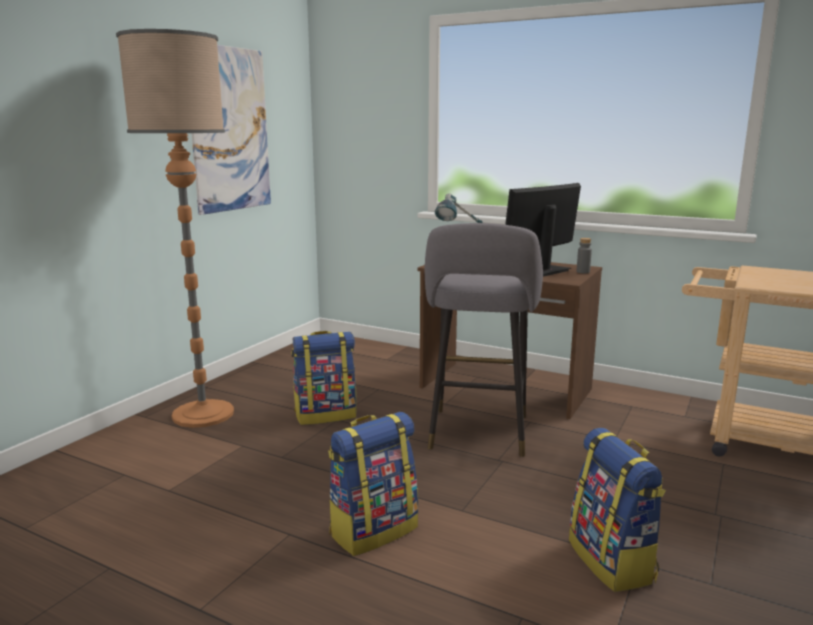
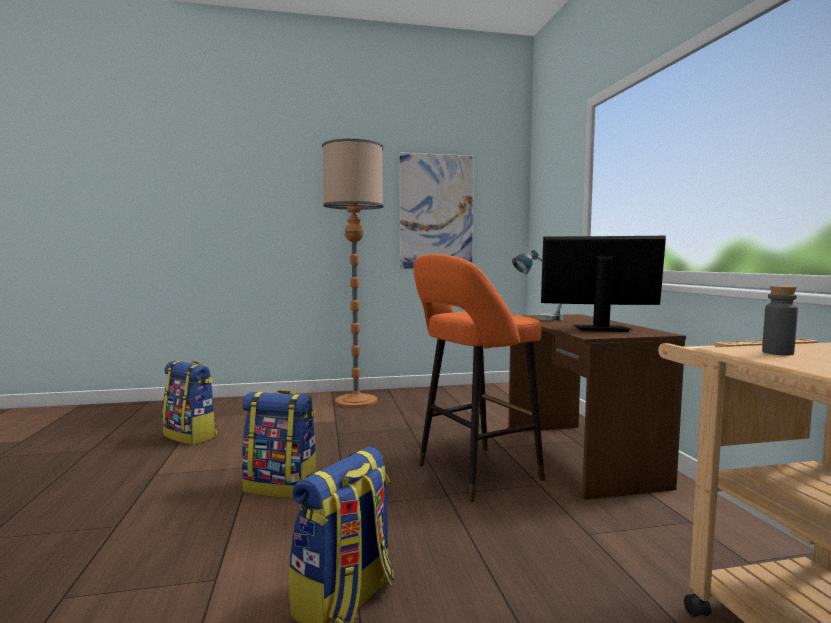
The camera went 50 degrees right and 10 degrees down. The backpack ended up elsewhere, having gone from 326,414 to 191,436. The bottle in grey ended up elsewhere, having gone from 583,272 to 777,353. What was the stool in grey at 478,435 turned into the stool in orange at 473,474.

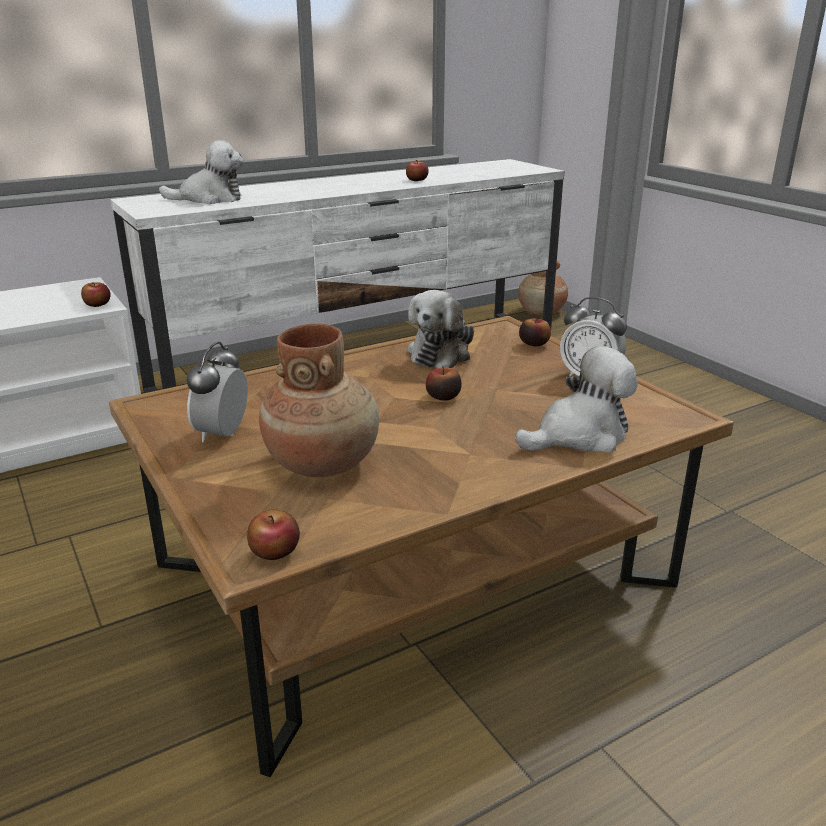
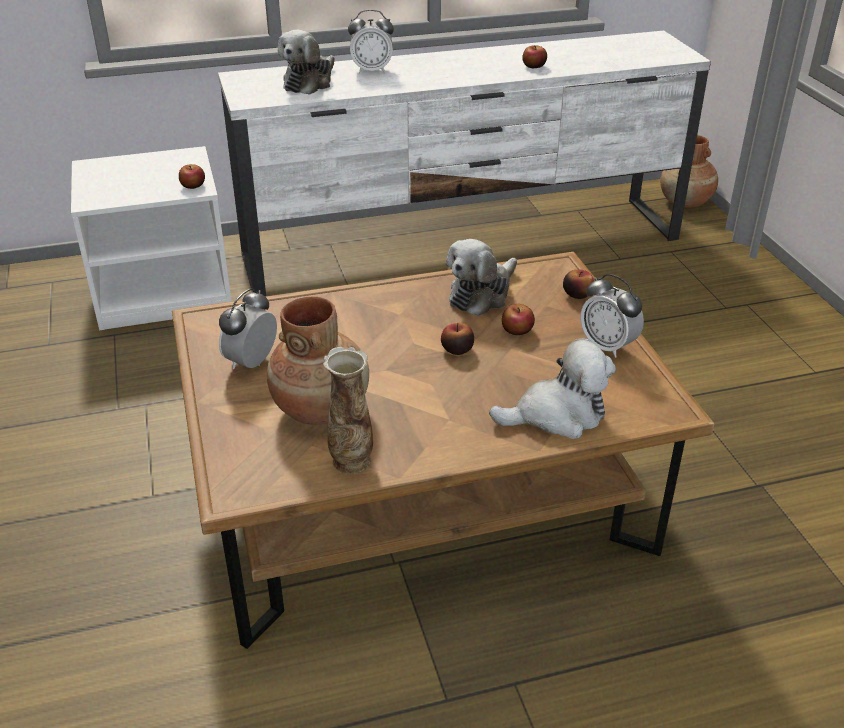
The camera went 15 degrees right and 10 degrees up. The second view gained the vase at 351,462. The second view gained the alarm clock at 372,70. The apple ended up elsewhere, having gone from 275,551 to 517,330. The plush toy at 209,199 ended up facing another way, 105 degrees clockwise from before.

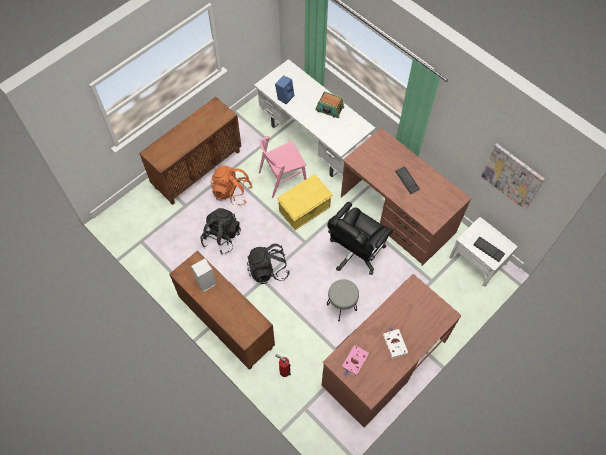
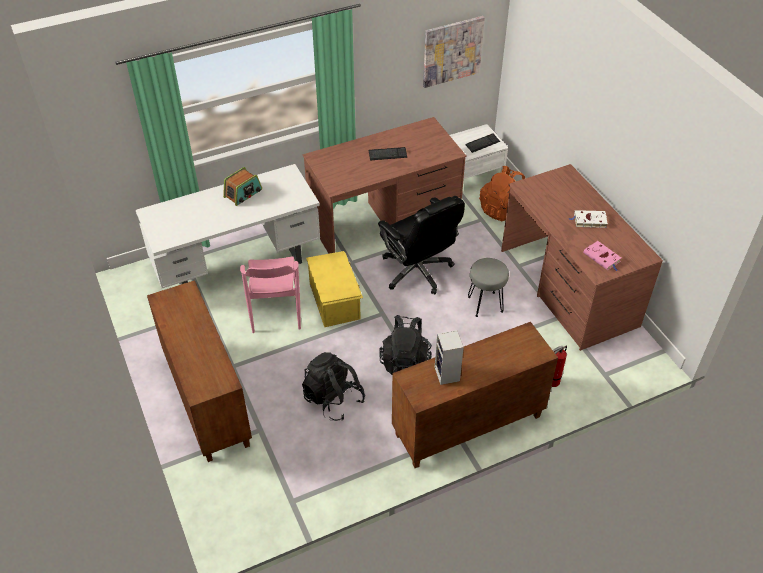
The camera went 70 degrees left and 15 degrees down. The second view lost the speaker in blue at 285,96. The backpack in orange ended up elsewhere, having gone from 232,192 to 502,209.

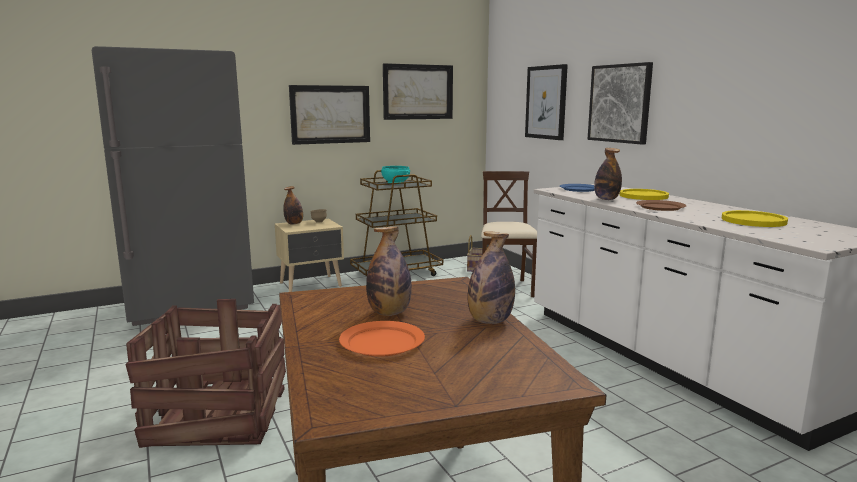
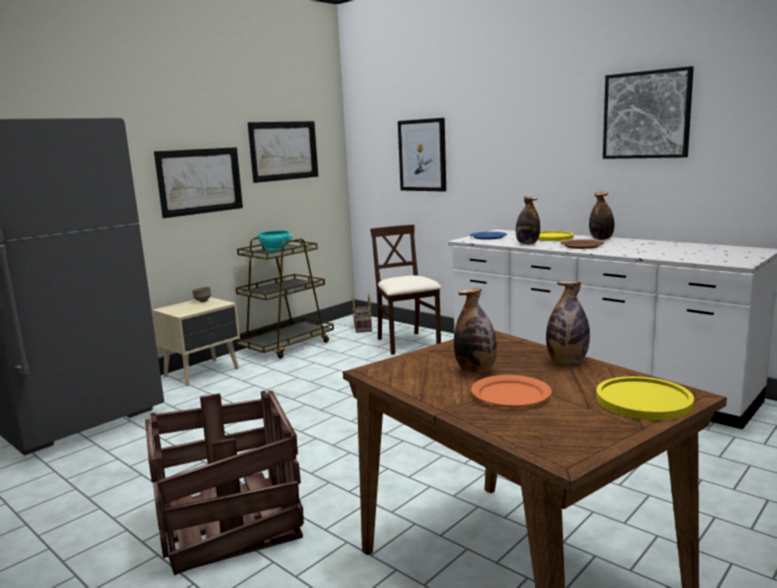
The camera went 20 degrees left and 0 degrees up. The bottle ended up elsewhere, having gone from 294,223 to 601,239. The picture ended up elsewhere, having gone from 620,103 to 646,115. The plate in yellow ended up elsewhere, having gone from 753,220 to 643,400.

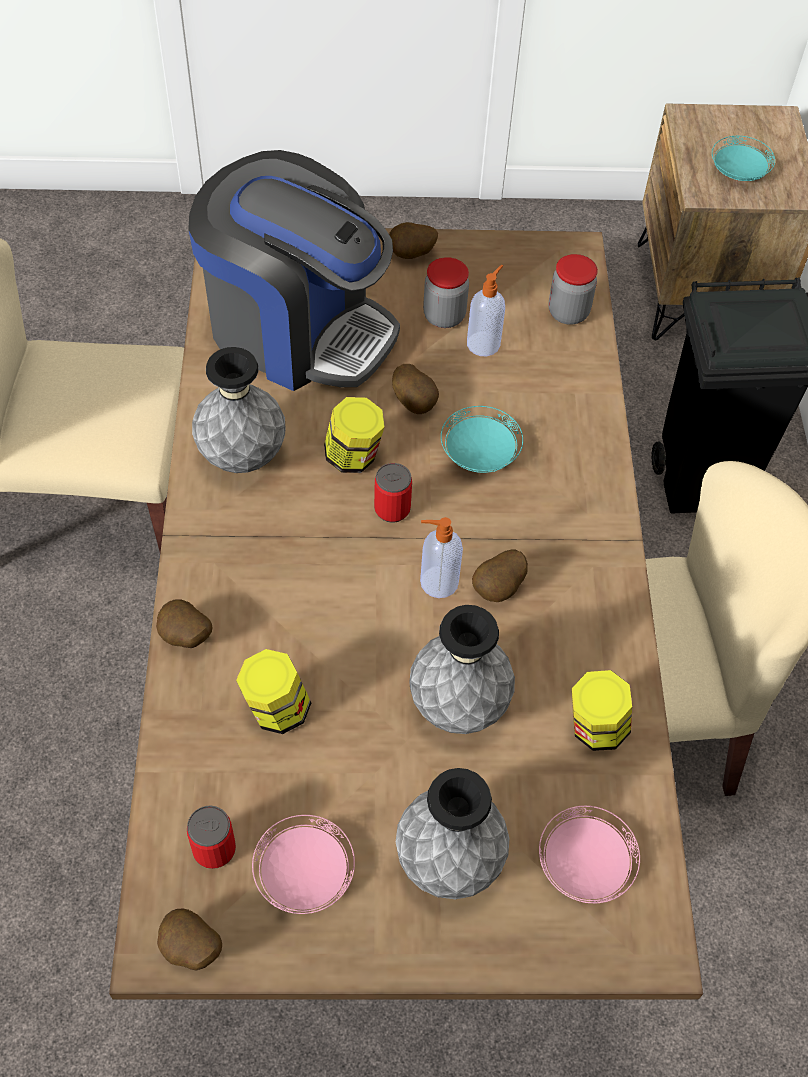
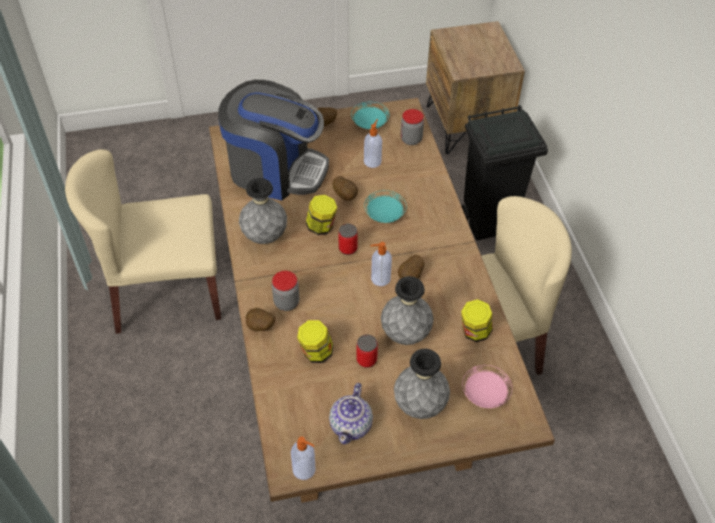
The camera went 10 degrees left and 5 degrees down. The can ended up elsewhere, having gone from 214,849 to 366,360. The jar ended up elsewhere, having gone from 444,316 to 286,302. The plate in turquoise ended up elsewhere, having gone from 737,173 to 369,124. Where the potato stood at 191,950, the soap dispenser came to stand at 305,470. Where the plate in pink stood at 305,875, the teapot came to stand at 351,425.

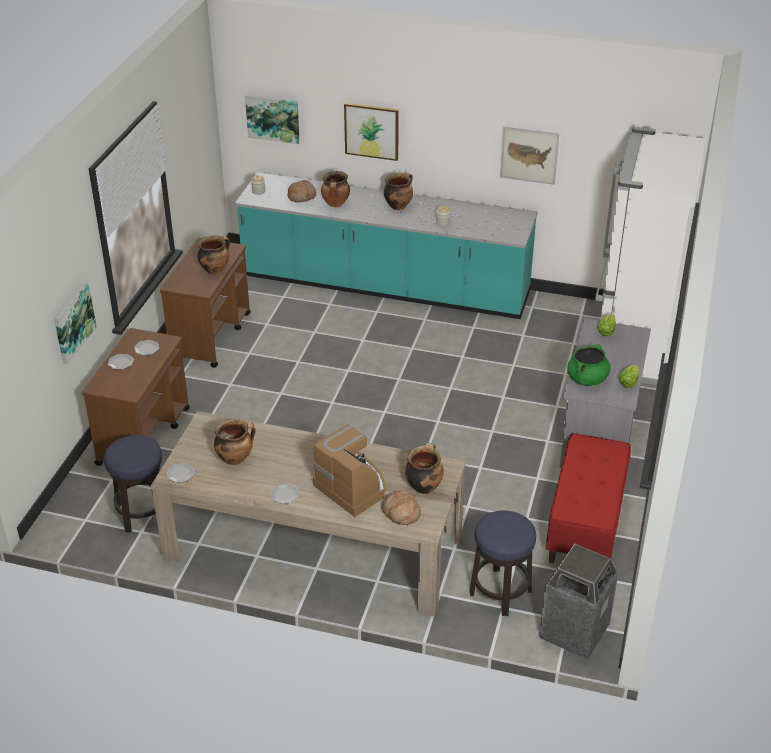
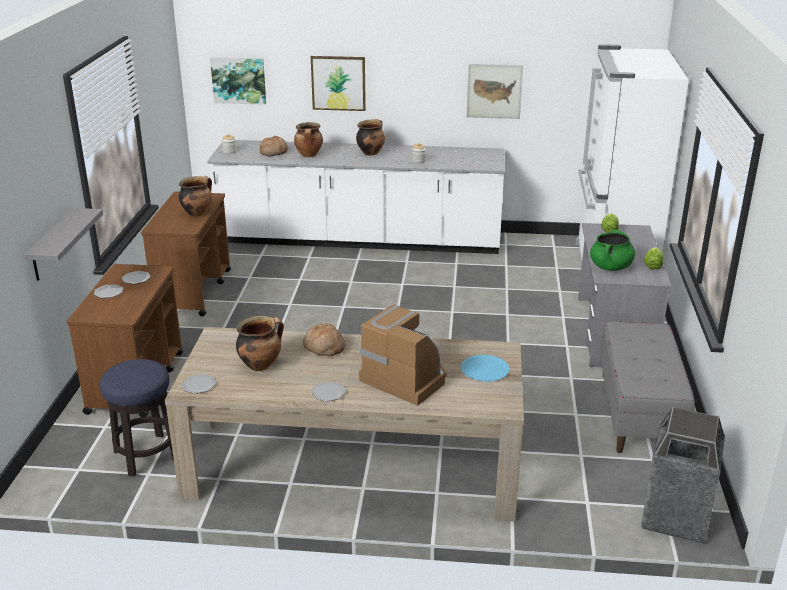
The camera went 10 degrees left and 10 degrees down. The second view lost the stool at 500,592. The bread ended up elsewhere, having gone from 401,513 to 324,347. Where the picture hung at 73,322, the shelf in grey came to hang at 52,245. Where the cooking pot stood at 423,486, the plate in blue came to stand at 484,369. What was the counter in turquoise at 385,287 turned into the counter in white at 359,240. What was the bench in red at 586,524 turned into the bench in grey at 639,413.

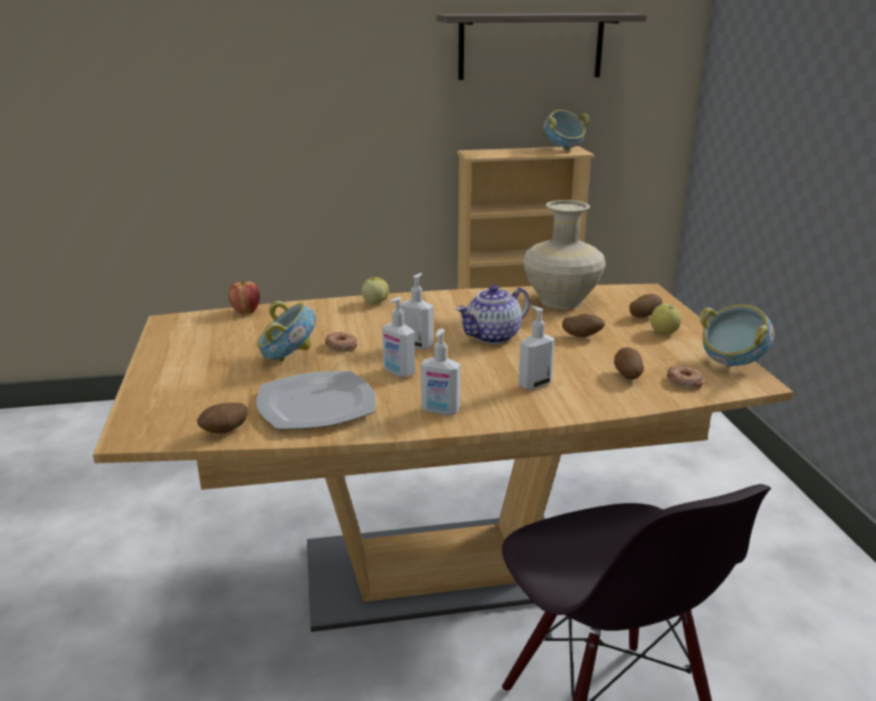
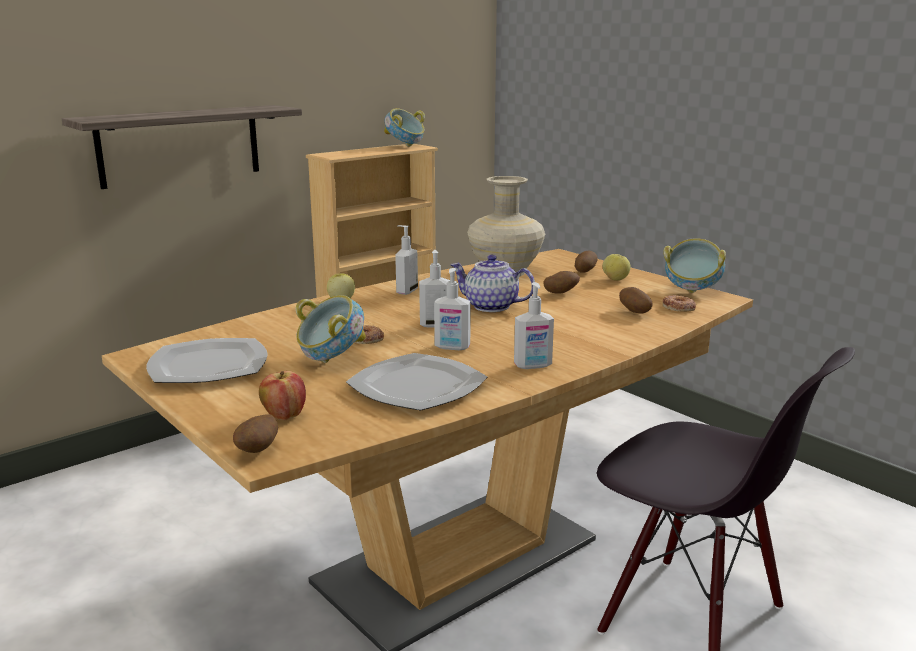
The camera went 30 degrees left and 5 degrees down. The second view gained the plate at 210,366. The potato ended up elsewhere, having gone from 225,432 to 258,451. The apple ended up elsewhere, having gone from 246,312 to 284,416. The shelf ended up elsewhere, having gone from 531,46 to 180,145. The soap dispenser ended up elsewhere, having gone from 534,384 to 406,291. The teapot at 493,337 ended up facing another way, 90 degrees clockwise from before.

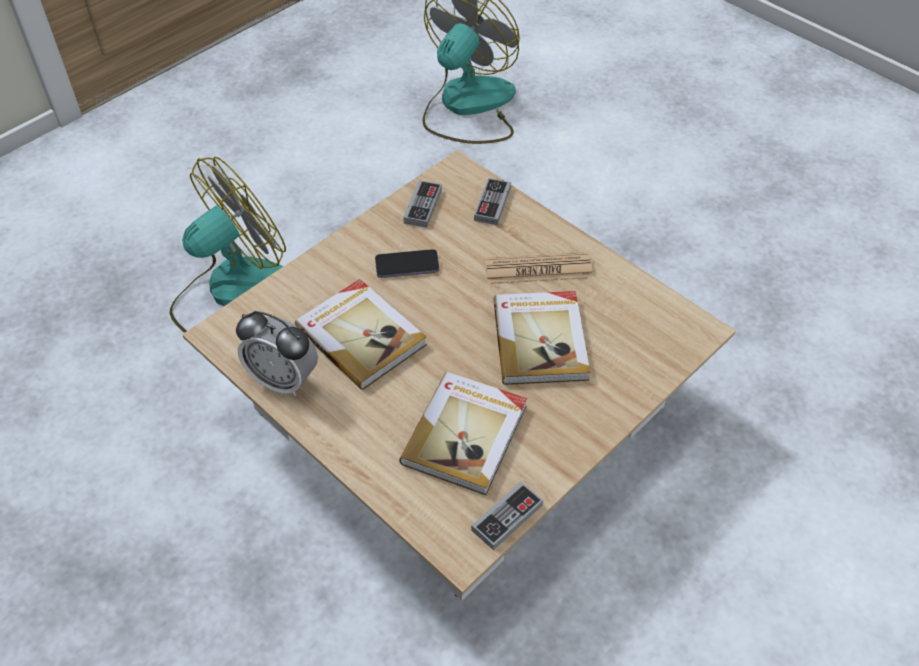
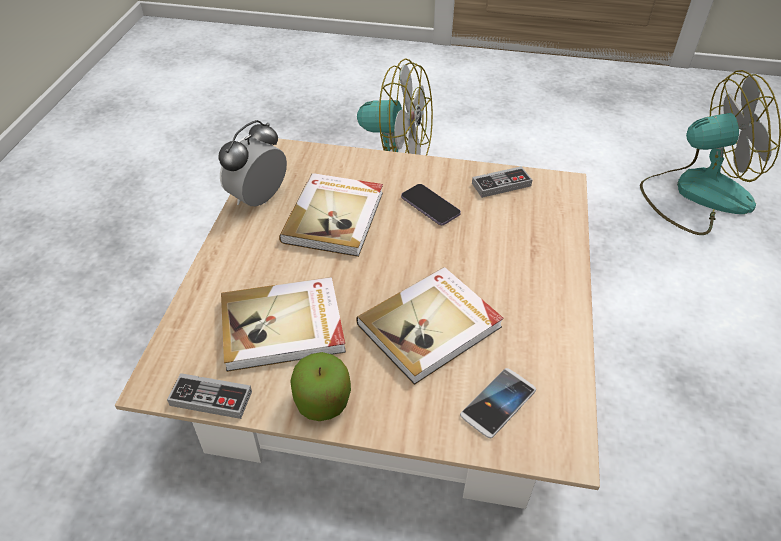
The camera went 55 degrees right and 5 degrees down. The second view lost the game controller at 492,204. The second view lost the newspaper at 538,269. The second view gained the apple at 322,401. The second view gained the phone at 498,403. The alarm clock at 283,380 ended up facing another way, 45 degrees clockwise from before.

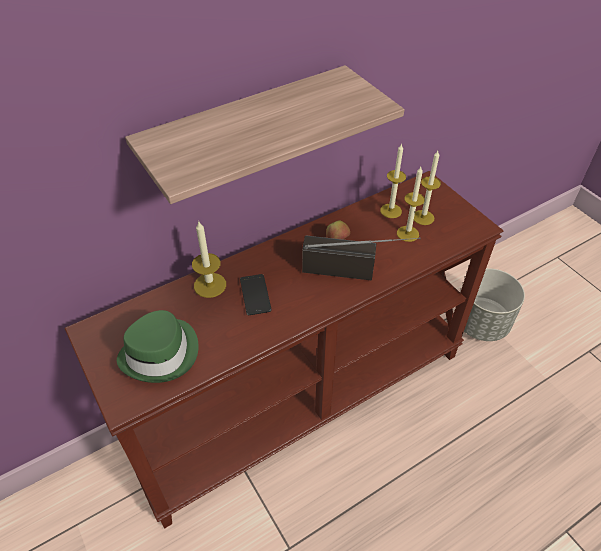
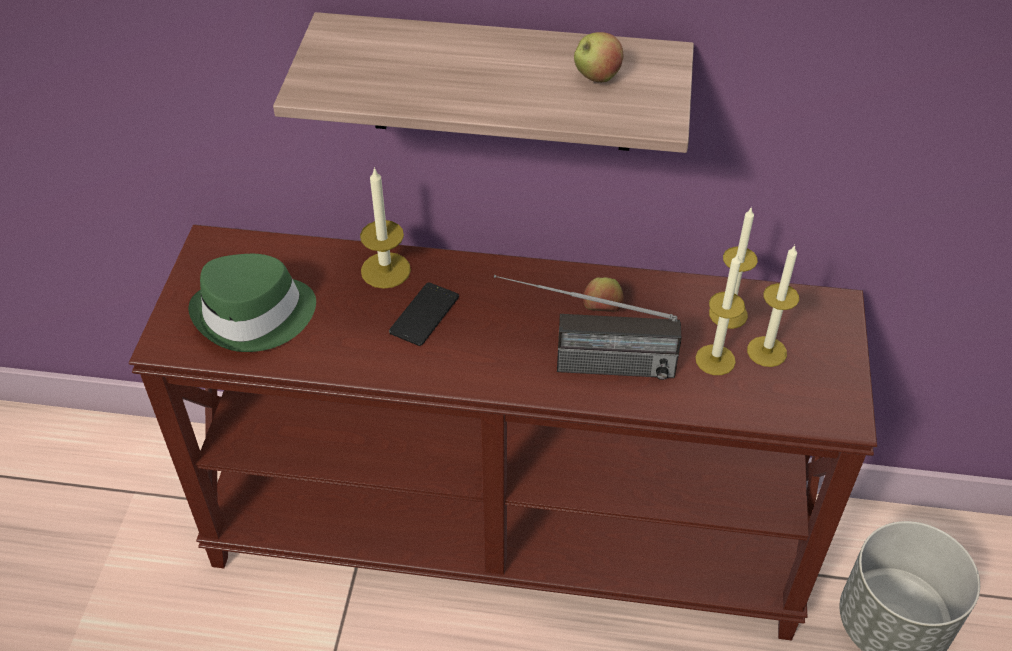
The camera went 40 degrees right and 0 degrees up. The second view gained the apple at 597,77. The radio at 356,271 ended up facing another way, 135 degrees clockwise from before.

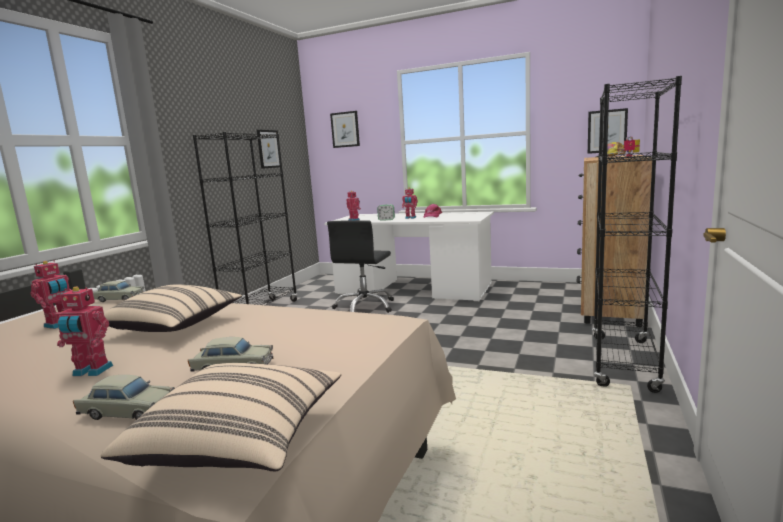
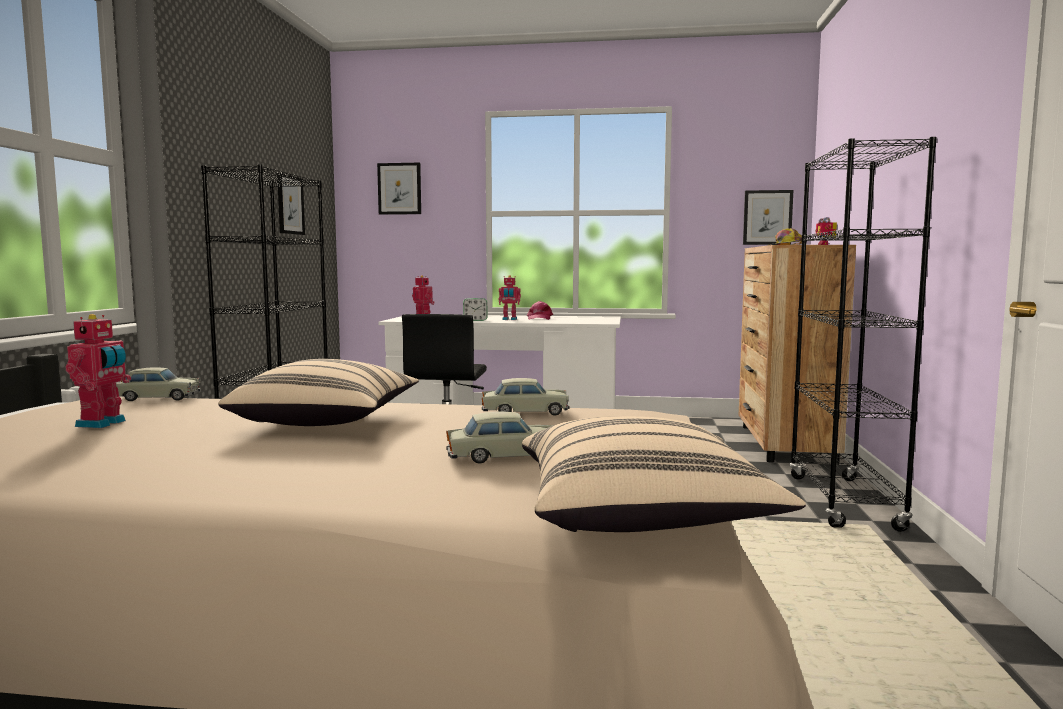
The camera went 15 degrees left and 5 degrees down. The second view lost the toy robot at 91,371. The toy car in beige ended up elsewhere, having gone from 128,411 to 525,412.

